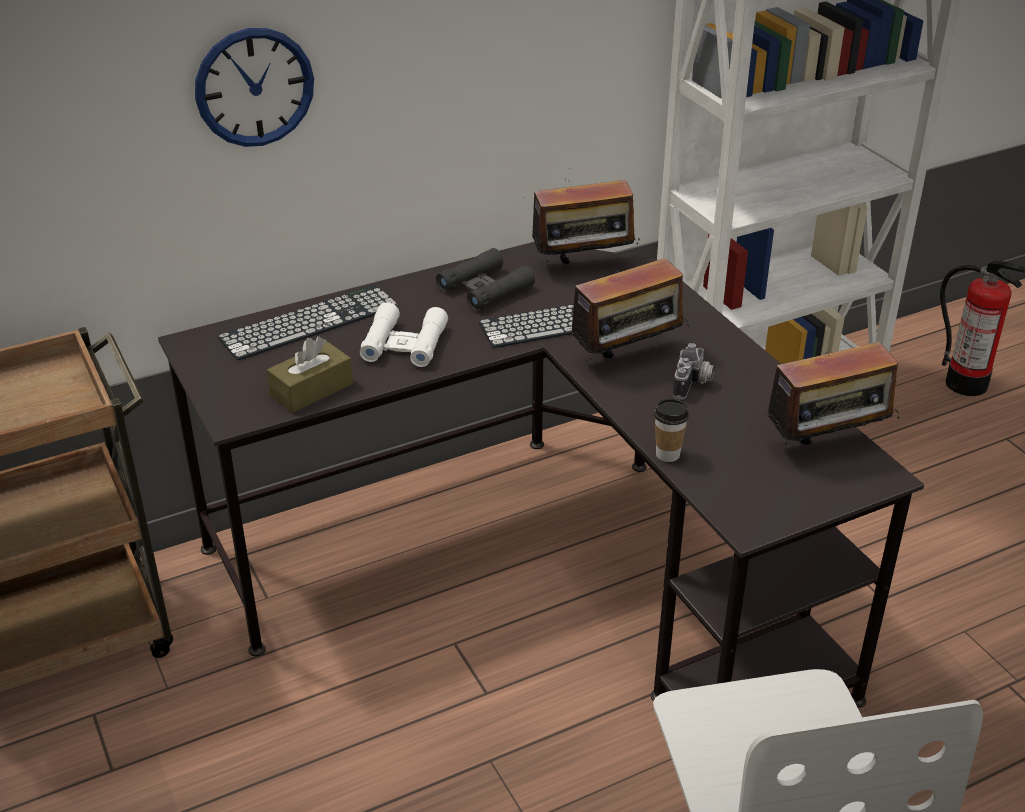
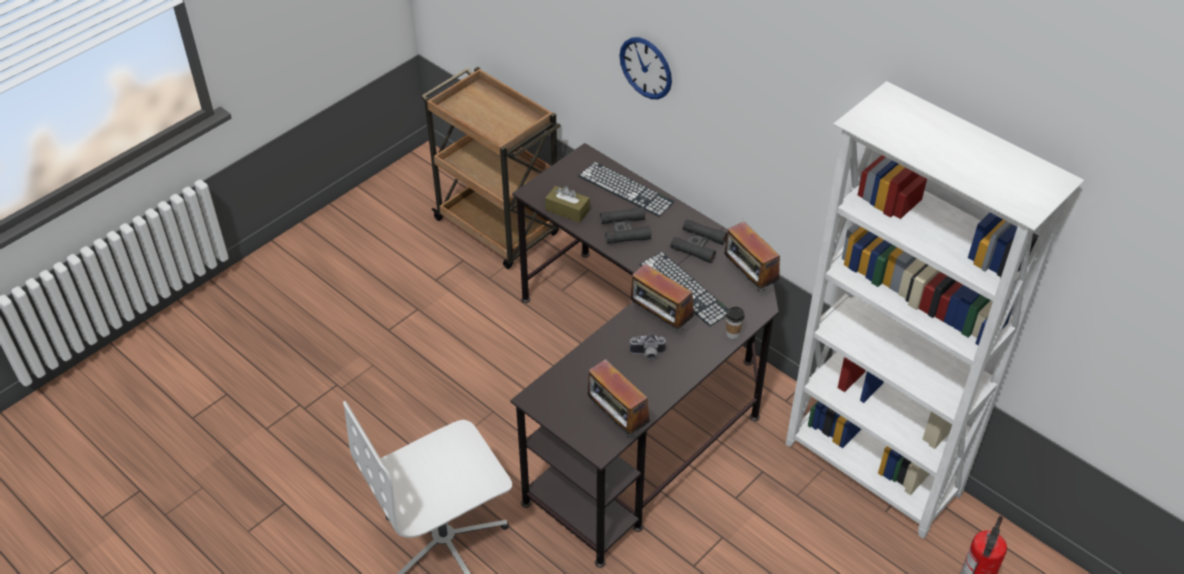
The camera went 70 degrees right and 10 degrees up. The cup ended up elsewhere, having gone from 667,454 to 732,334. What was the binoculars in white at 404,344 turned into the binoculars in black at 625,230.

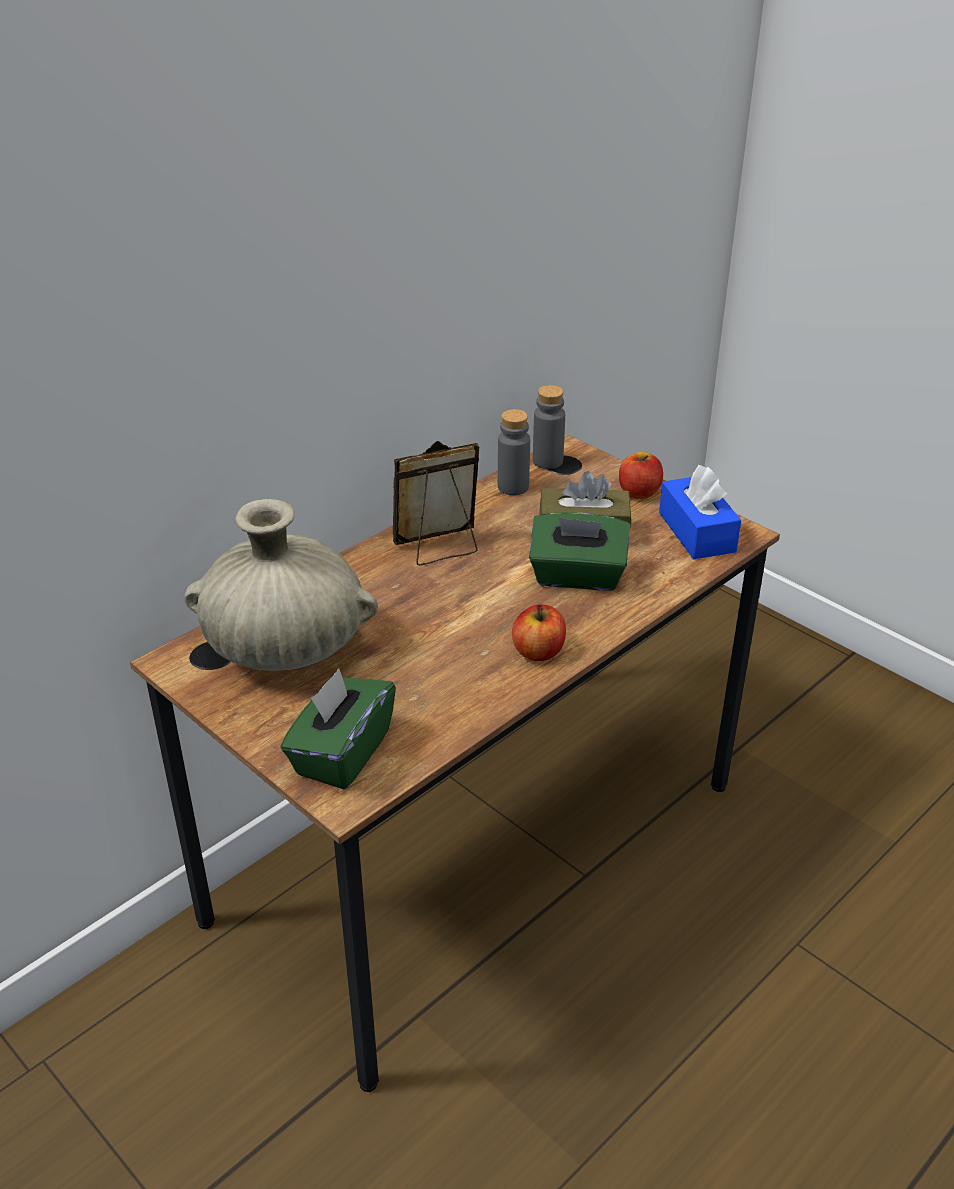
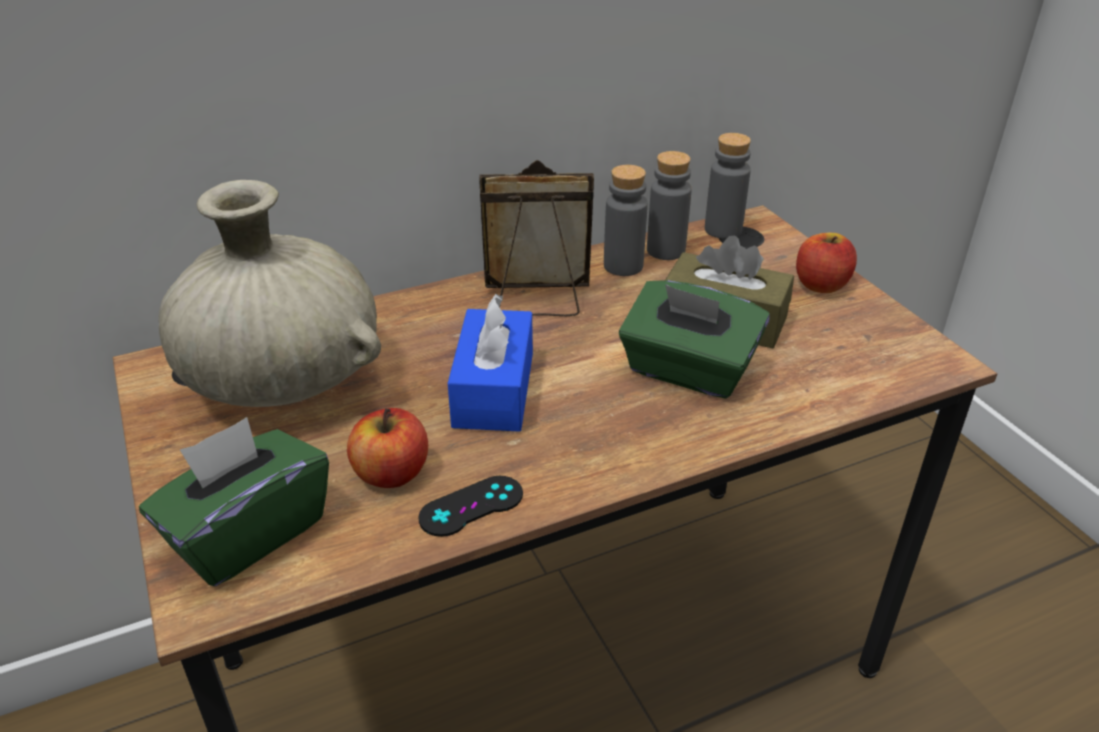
The camera went 20 degrees right and 0 degrees up. The second view gained the game controller in black at 471,506. The second view gained the bottle in grey at 623,266. The apple ended up elsewhere, having gone from 538,651 to 391,473. The tissue box in blue ended up elsewhere, having gone from 696,532 to 494,390.

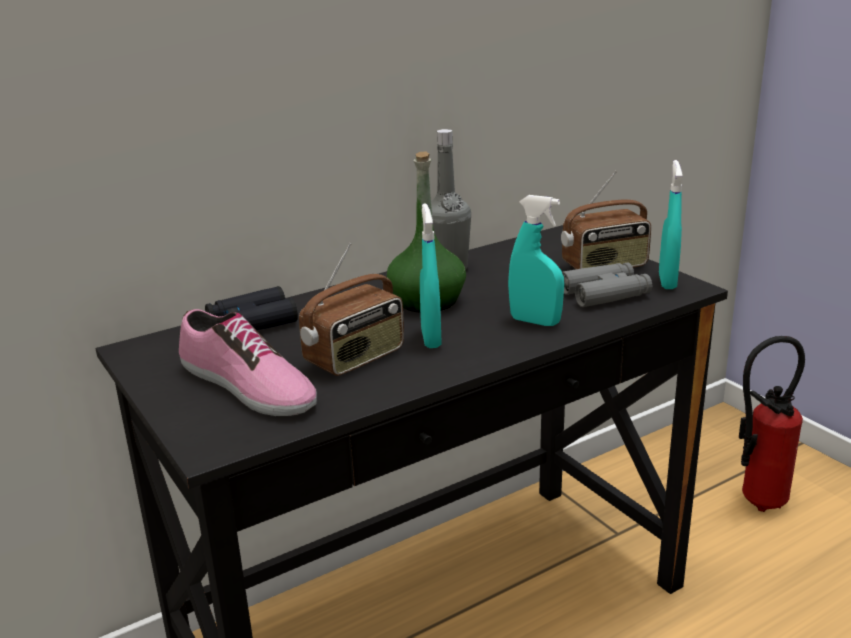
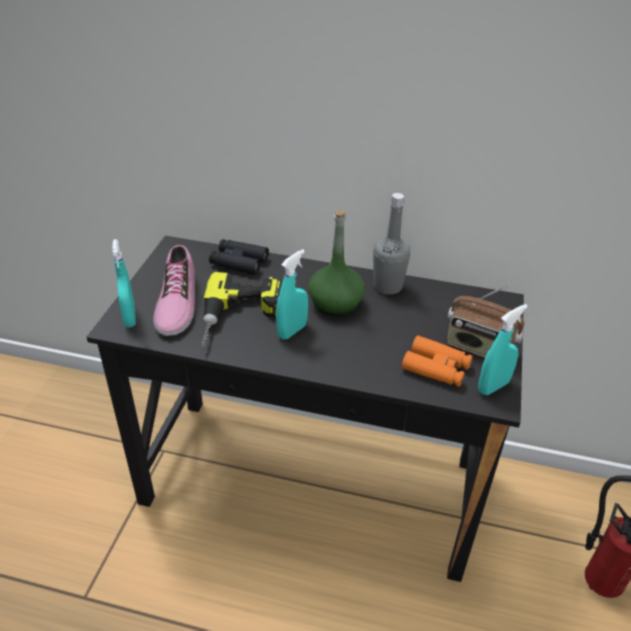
The camera went 45 degrees right and 15 degrees up. The spray bottle in turquoise ended up elsewhere, having gone from 535,321 to 130,318. Where the radio stood at 356,358, the power drill came to stand at 241,318. What was the binoculars in grey at 605,294 turned into the binoculars in orange at 436,368.

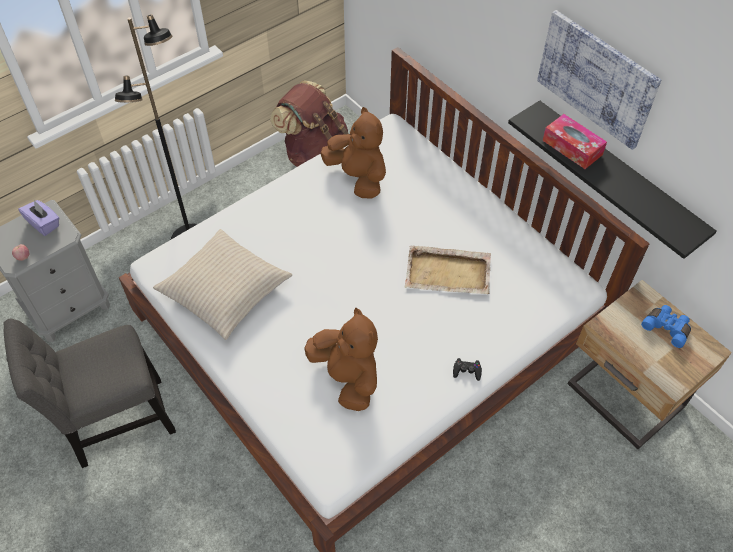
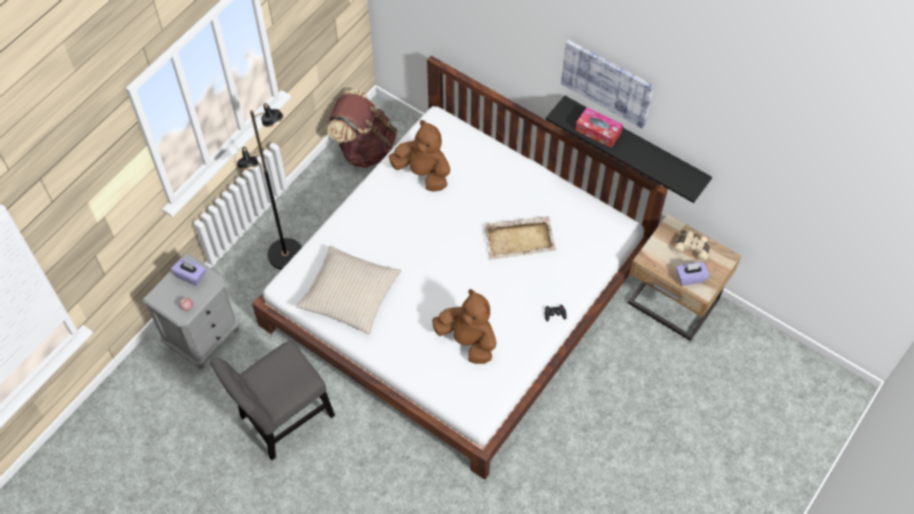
The camera went 15 degrees left and 5 degrees up. The second view gained the tissue box in purple at 690,277. What was the binoculars in blue at 667,328 turned into the binoculars in beige at 692,248.

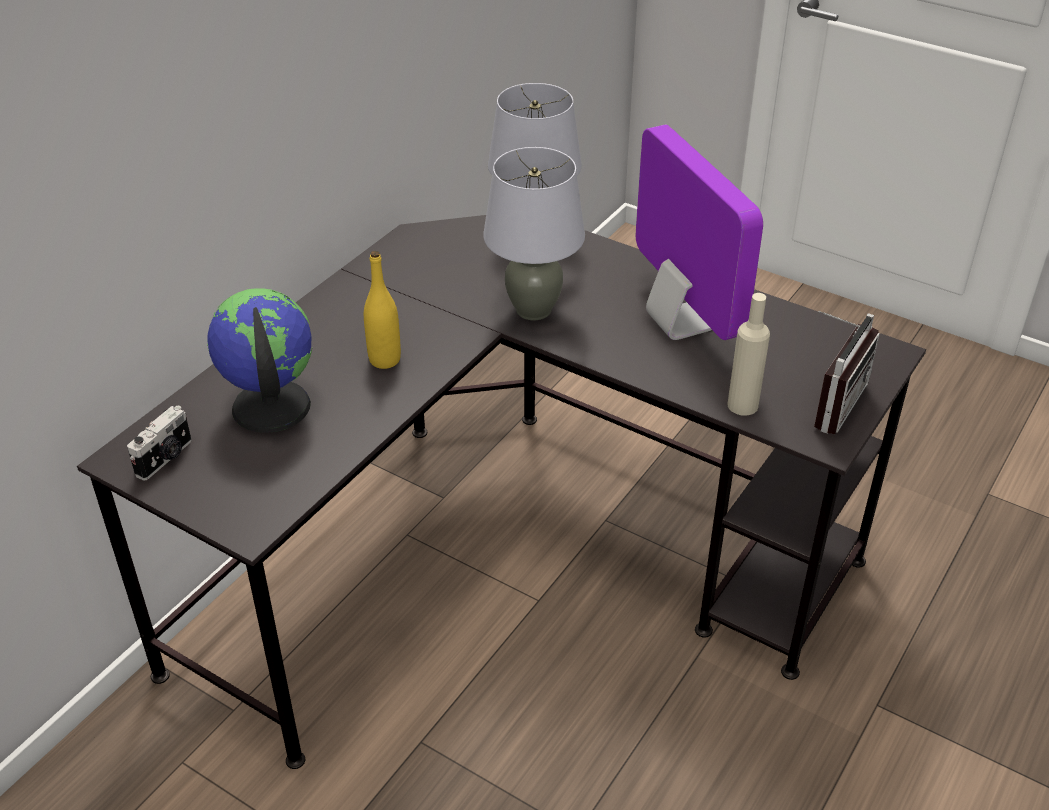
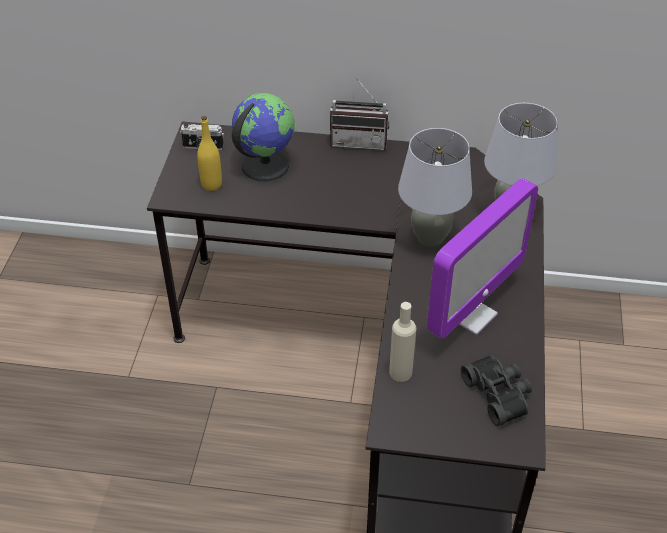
The camera went 65 degrees right and 5 degrees up. The second view gained the binoculars in black at 499,394. The bottle in yellow ended up elsewhere, having gone from 384,360 to 211,184. The radio ended up elsewhere, having gone from 829,402 to 359,141.

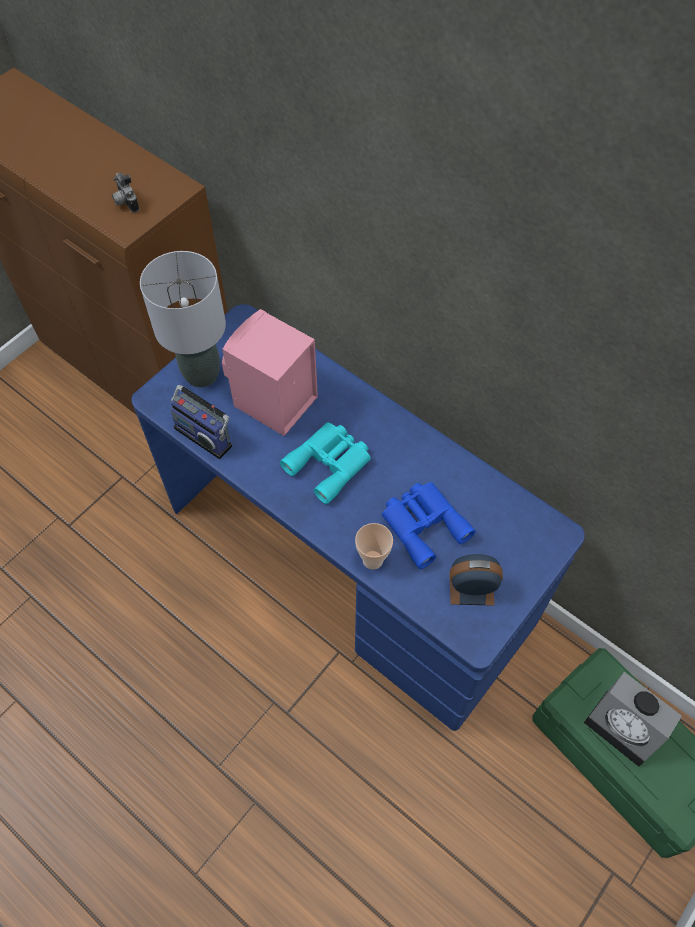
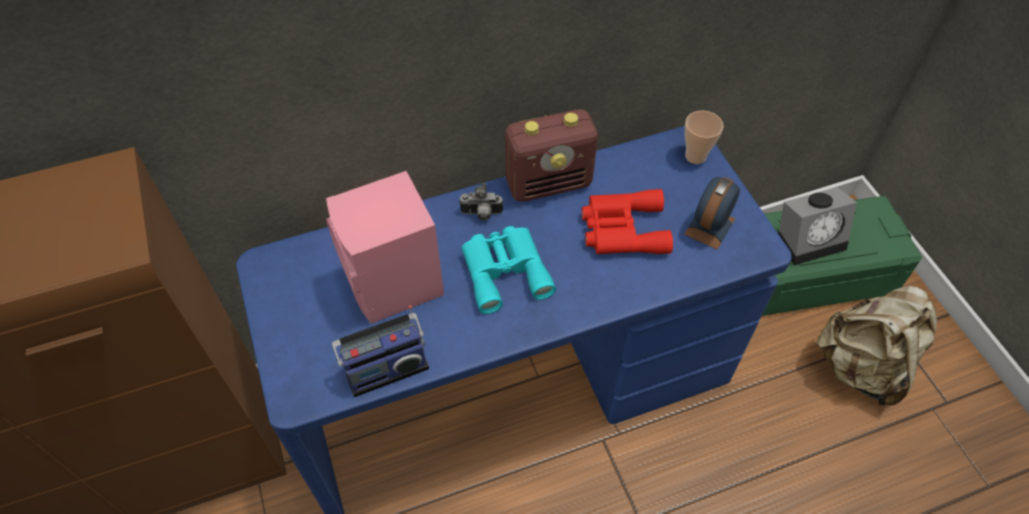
The camera went 60 degrees left and 5 degrees down. The second view lost the table lamp in grey at 201,374. The second view gained the radio at 549,183. The second view gained the backpack in beige at 861,367. The photo camera ended up elsewhere, having gone from 125,202 to 481,214. The cup ended up elsewhere, having gone from 372,559 to 695,156. What was the binoculars in blue at 423,524 turned into the binoculars in red at 622,229.

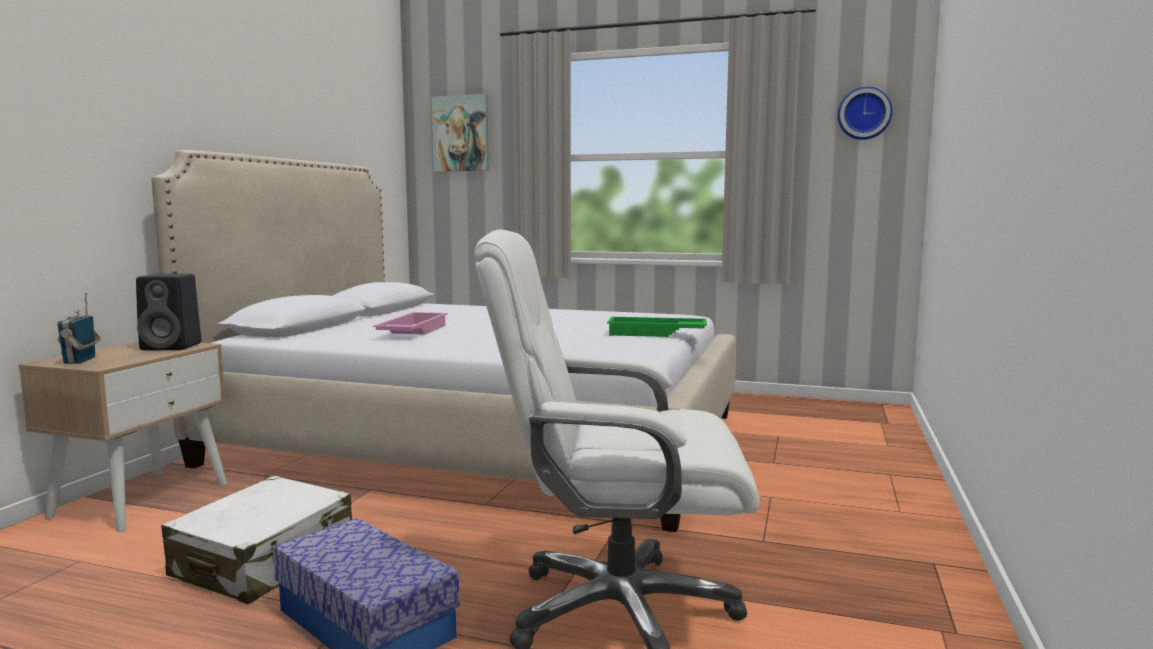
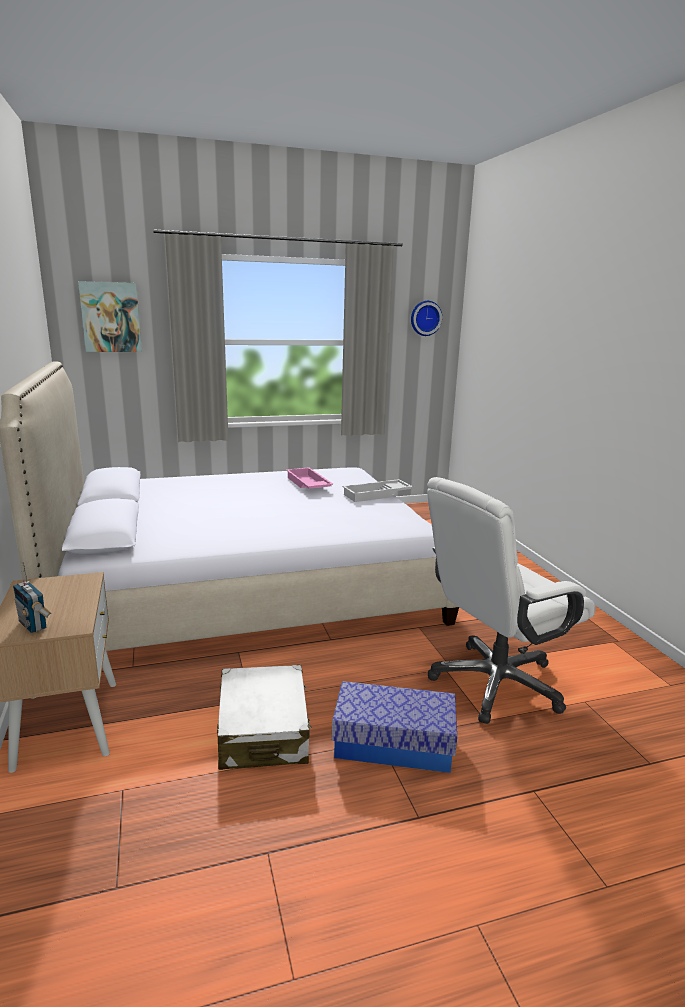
The camera went 35 degrees left and 10 degrees up. The second view lost the speaker in black at 173,347. The tray in pink ended up elsewhere, having gone from 411,331 to 307,484. What was the tray in green at 656,333 turned into the tray in white at 377,495.

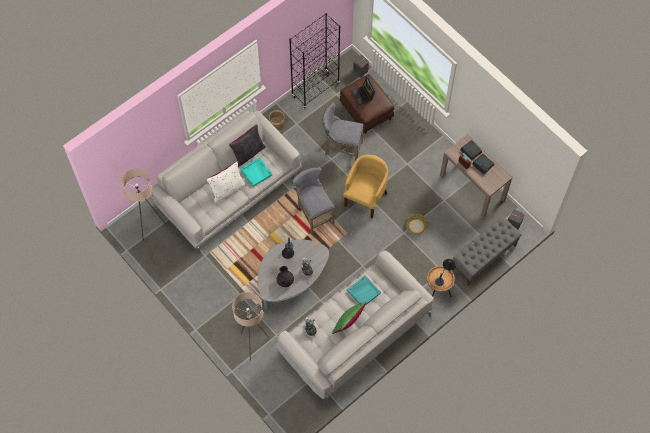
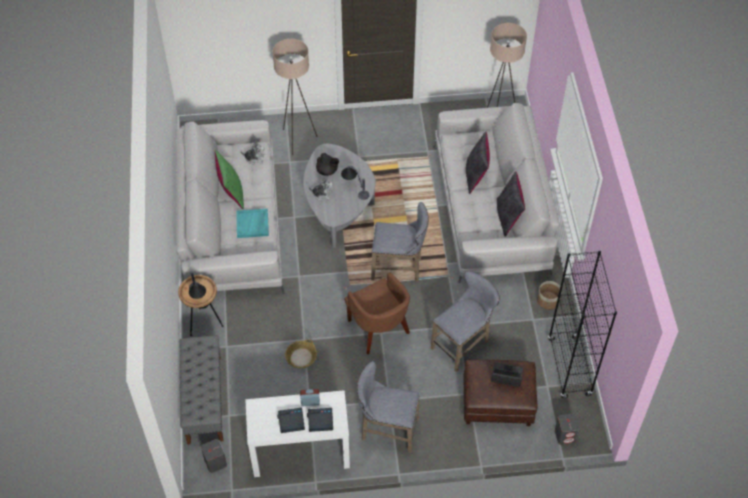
The camera went 125 degrees right and 10 degrees down. The second view lost the tray in turquoise at 256,172. The second view gained the stool in grey at 386,430. What was the pillow in white at 227,189 turned into the pillow in black at 476,175. What was the armchair in yellow at 365,197 turned into the armchair in brown at 378,329. What was the console table in brown at 472,187 turned into the console table in white at 300,451.

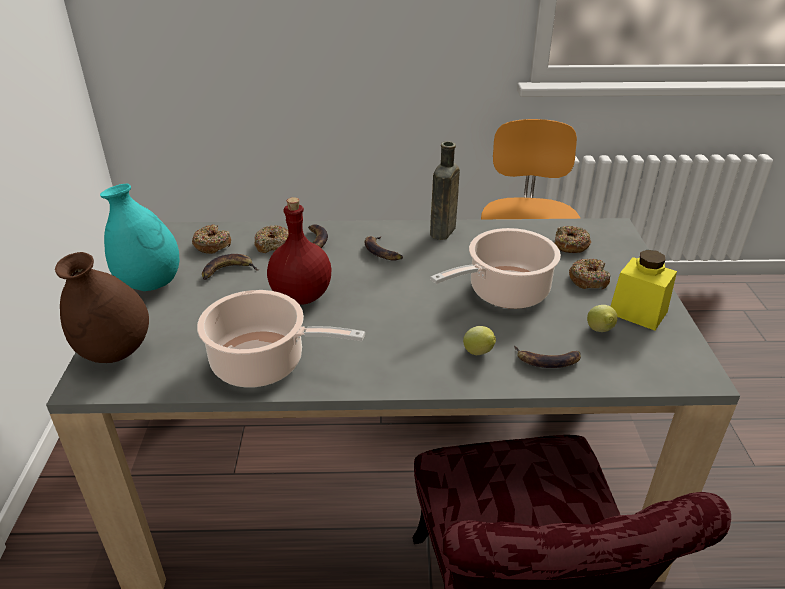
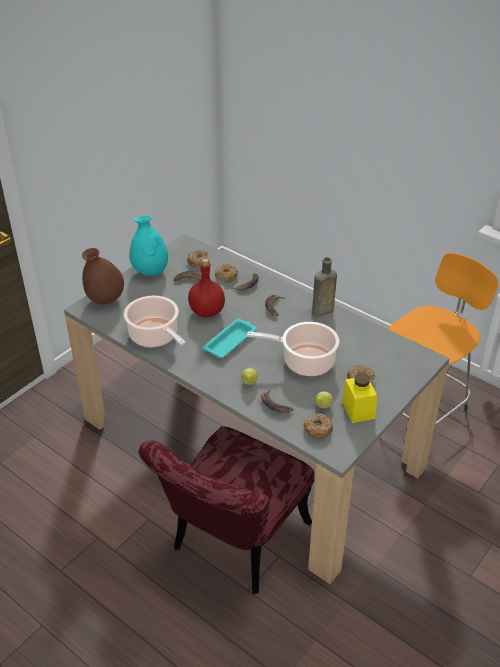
The camera went 40 degrees right and 5 degrees up. The second view gained the tray in turquoise at 230,341. The donut ended up elsewhere, having gone from 570,245 to 318,429.

